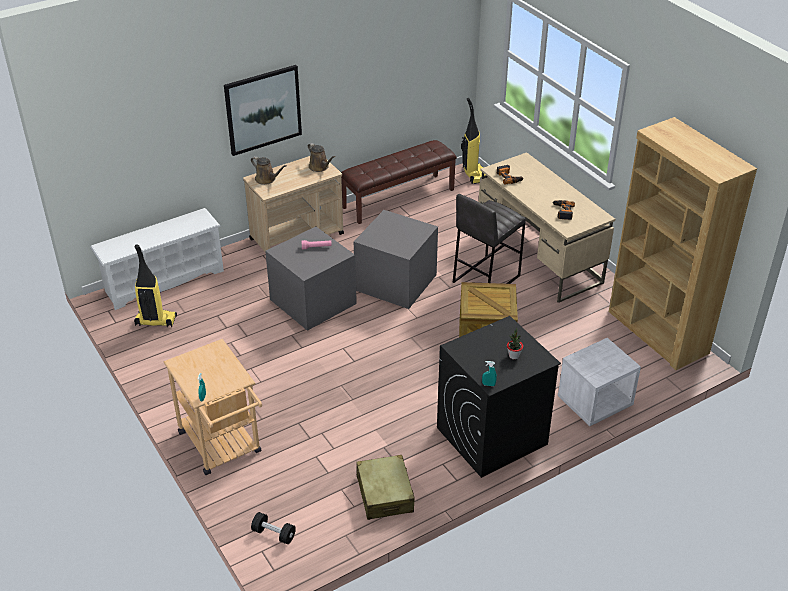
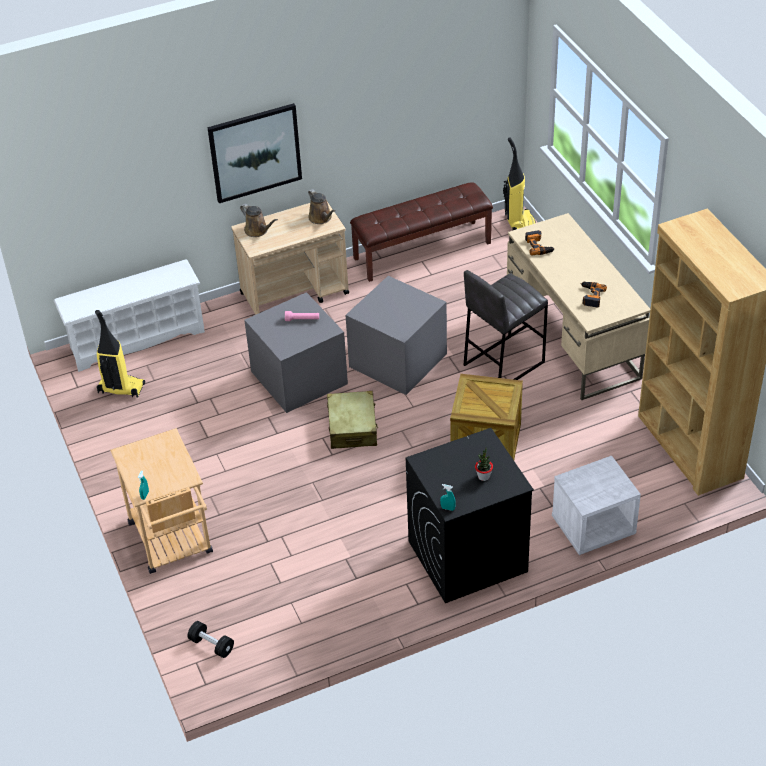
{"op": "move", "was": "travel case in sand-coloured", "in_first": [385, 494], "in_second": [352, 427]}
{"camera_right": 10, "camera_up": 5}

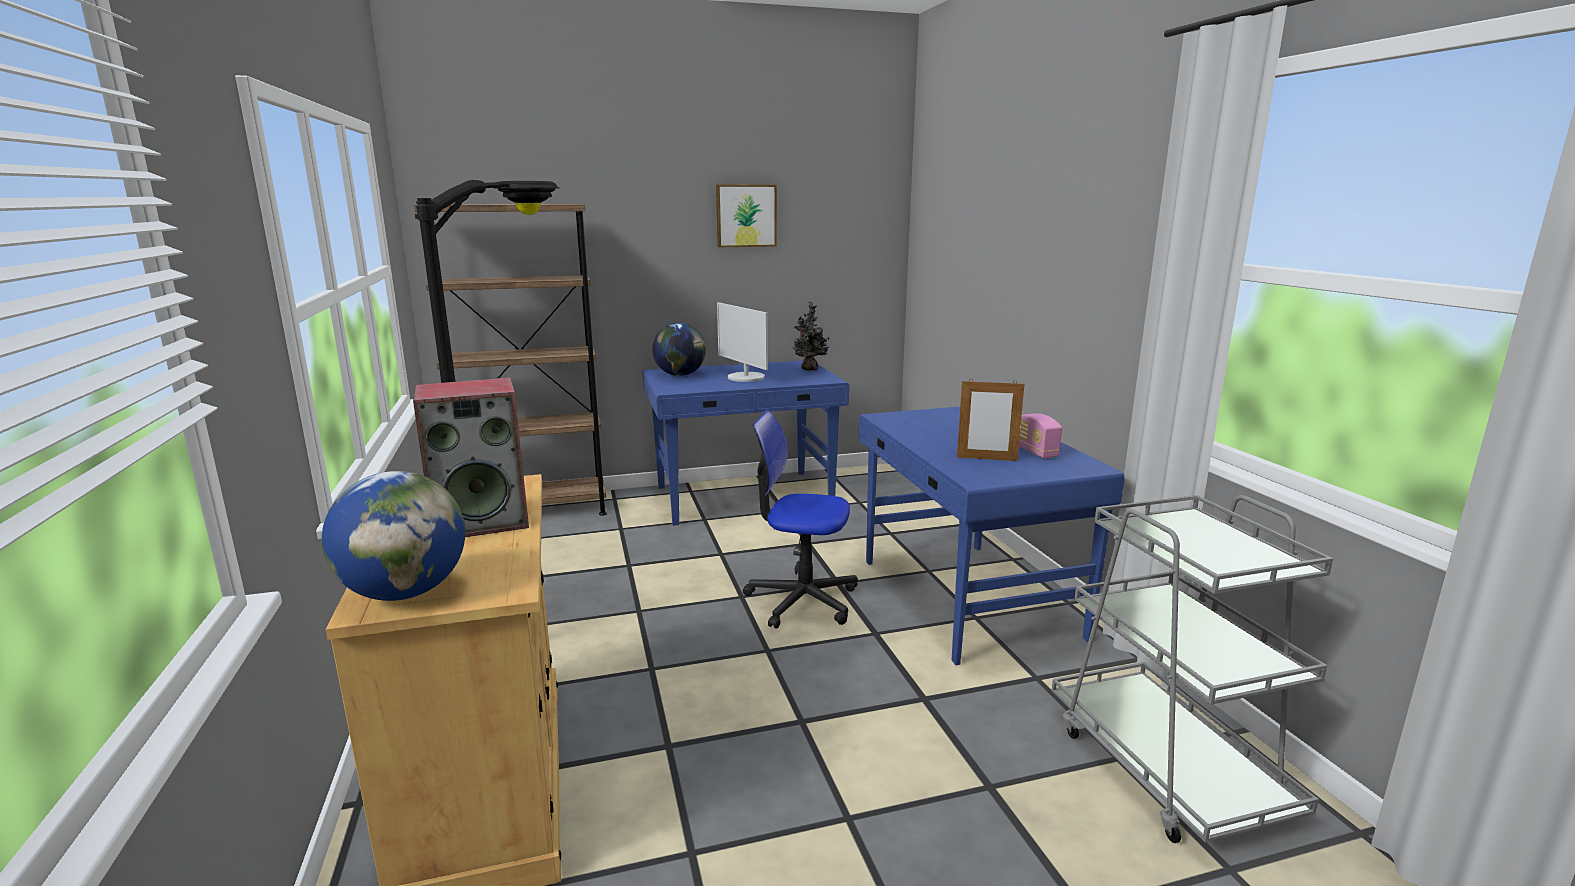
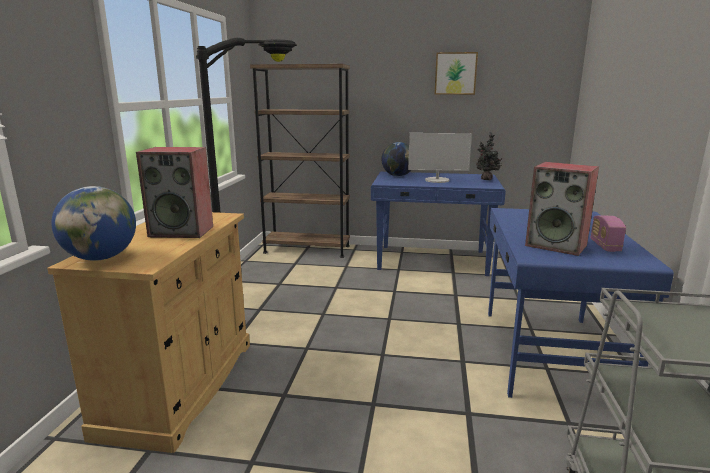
{"op": "rotate", "was": "computer display", "in_first": [745, 377], "in_second": [437, 180], "clockwise": -75}
{"op": "replace", "was": "picture frame", "now": "speaker", "in_first": [986, 459], "in_second": [557, 245]}
{"op": "delete", "was": "desk chair", "in_first": [802, 600]}
{"camera_right": 25, "camera_up": 0}

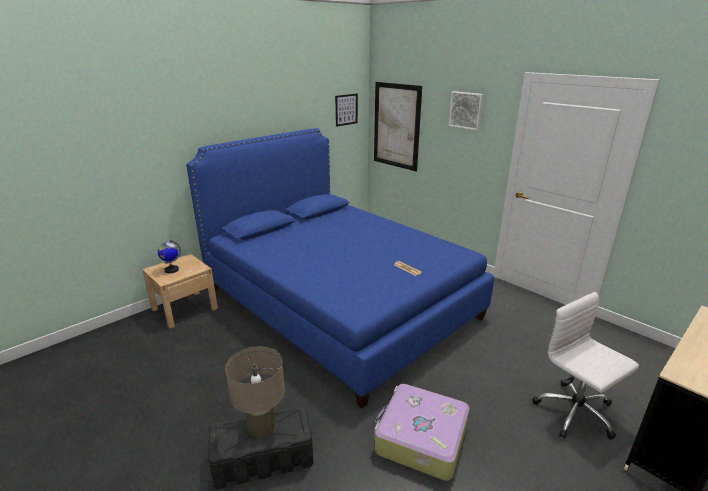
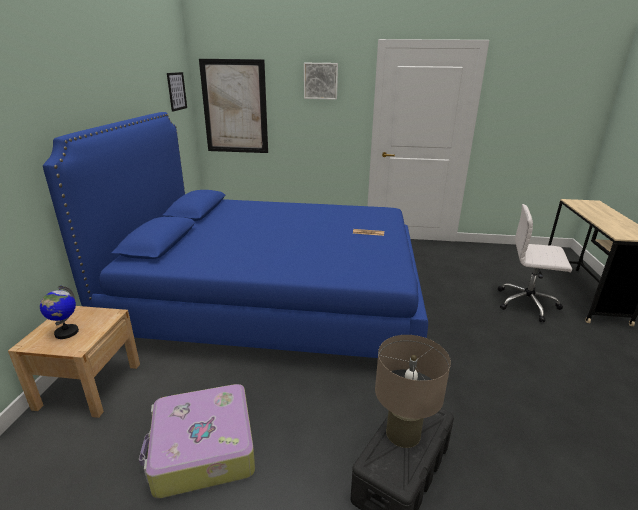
{"op": "move", "was": "travel case", "in_first": [420, 438], "in_second": [202, 449]}
{"camera_right": -40, "camera_up": 0}

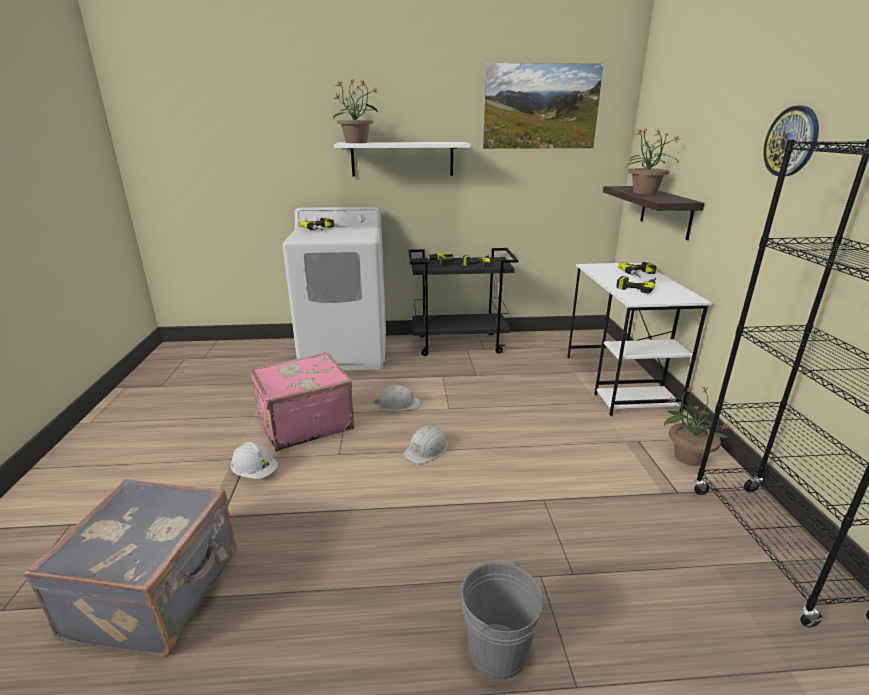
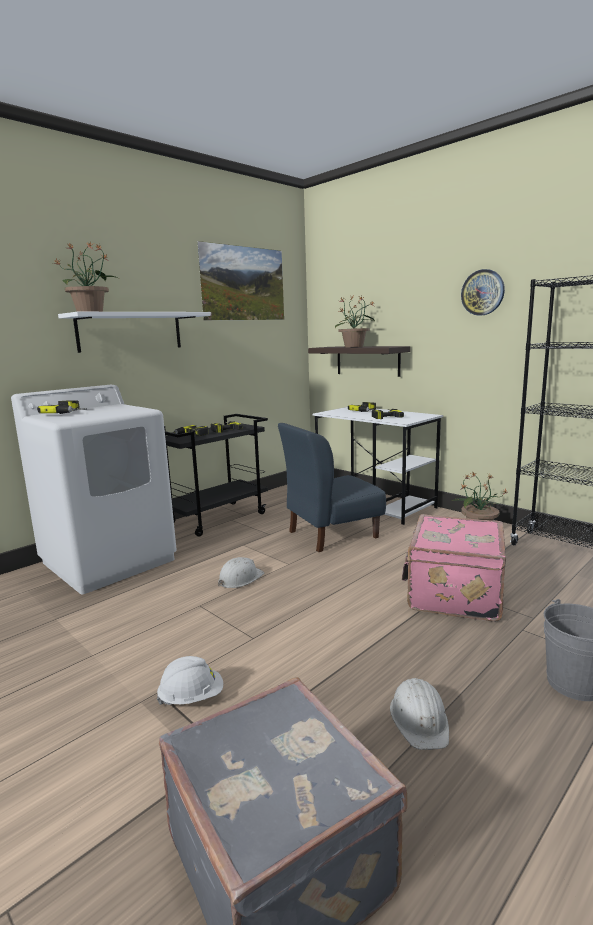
{"op": "move", "was": "travel case in pink-coloured", "in_first": [304, 423], "in_second": [452, 594]}
{"op": "move", "was": "safety helmet in white-coloured", "in_first": [426, 450], "in_second": [420, 719]}
{"op": "insert", "now": "upright chair in blue-coloured", "in_second": [332, 534]}
{"camera_right": -40, "camera_up": -10}

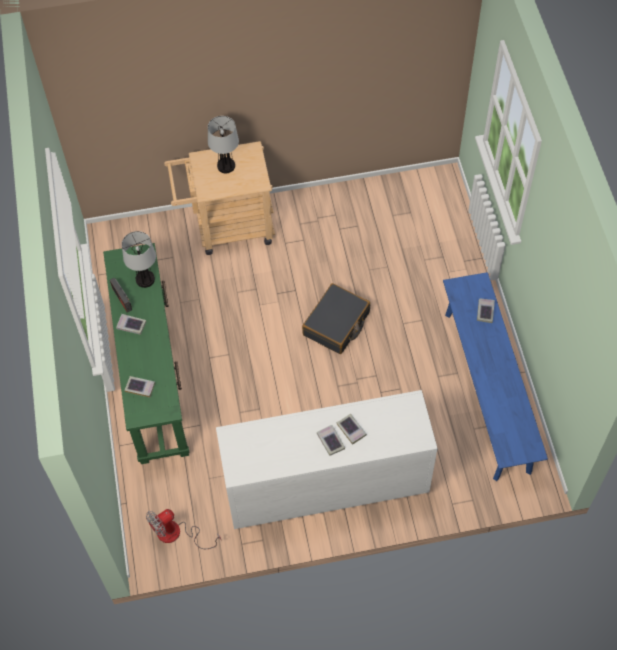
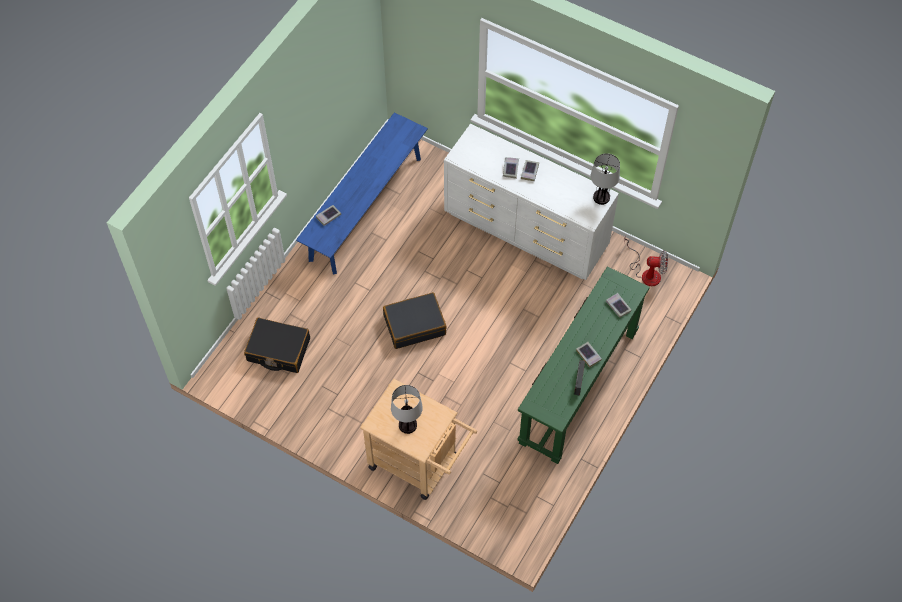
{"op": "move", "was": "table lamp", "in_first": [145, 279], "in_second": [601, 198]}
{"op": "insert", "now": "travel case in blackish", "in_second": [278, 350]}
{"camera_right": -140, "camera_up": 0}

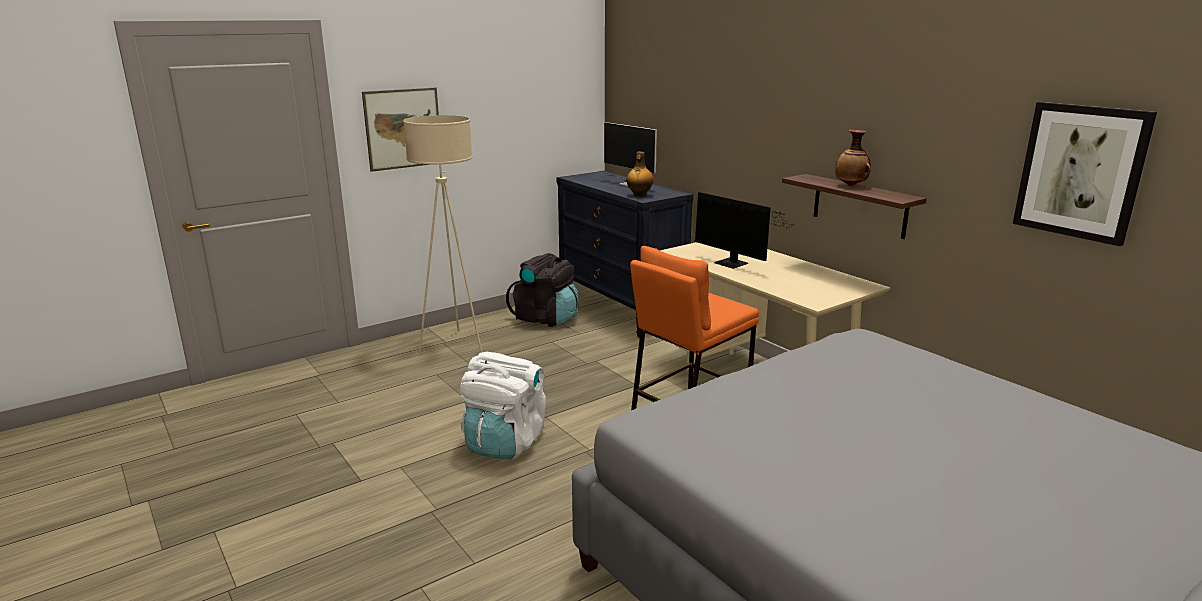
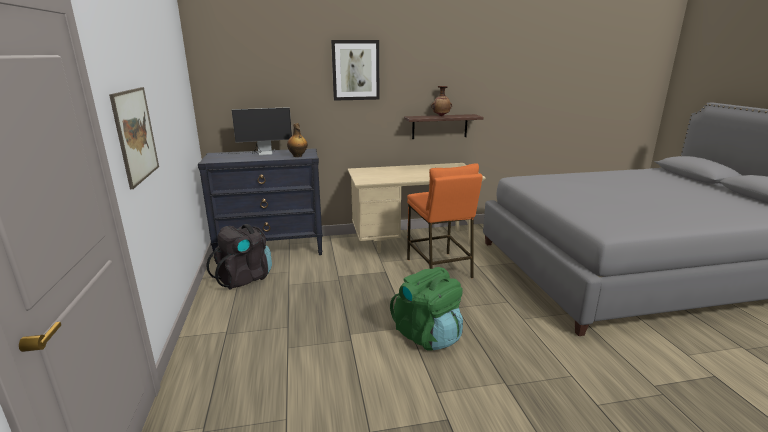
{"op": "move", "was": "wall picture", "in_first": [1080, 171], "in_second": [355, 70]}
{"op": "delete", "was": "floor lamp in sand-coloured", "in_first": [453, 345]}
{"op": "delete", "was": "computer display", "in_first": [734, 264]}
{"op": "recolor", "was": "knapsack in white-coloured", "now": "knapsack in green-coloured", "in_first": [505, 442], "in_second": [427, 335]}
{"camera_right": -65, "camera_up": 0}

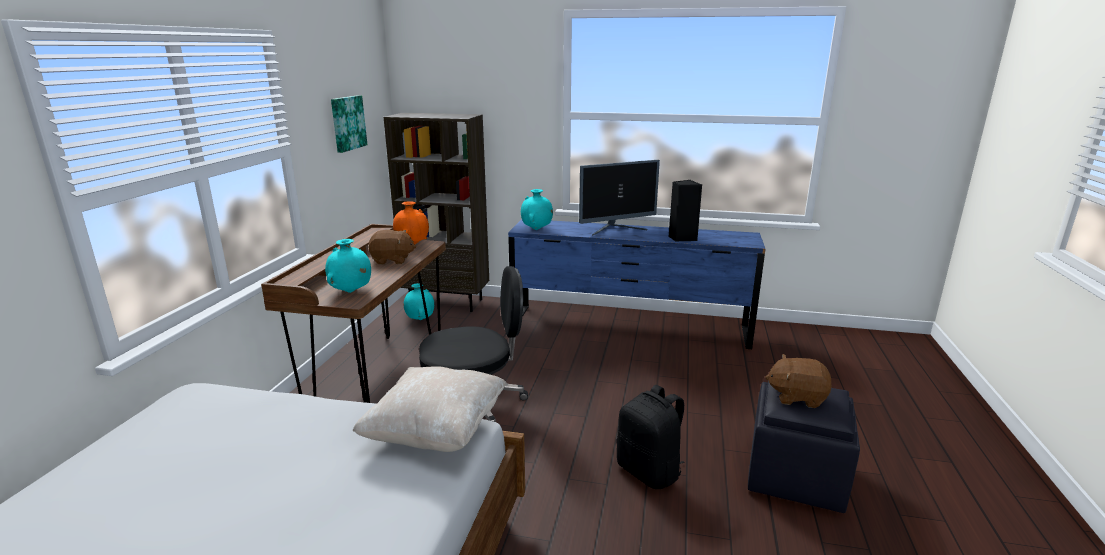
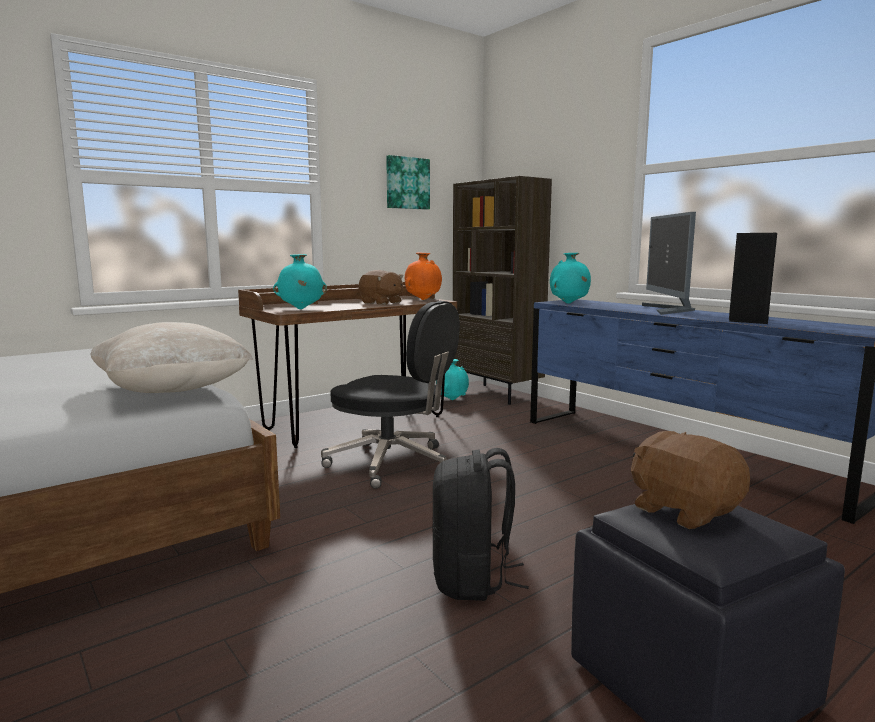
{"op": "rotate", "was": "computer display", "in_first": [616, 229], "in_second": [668, 310], "clockwise": 75}
{"camera_right": 40, "camera_up": -10}

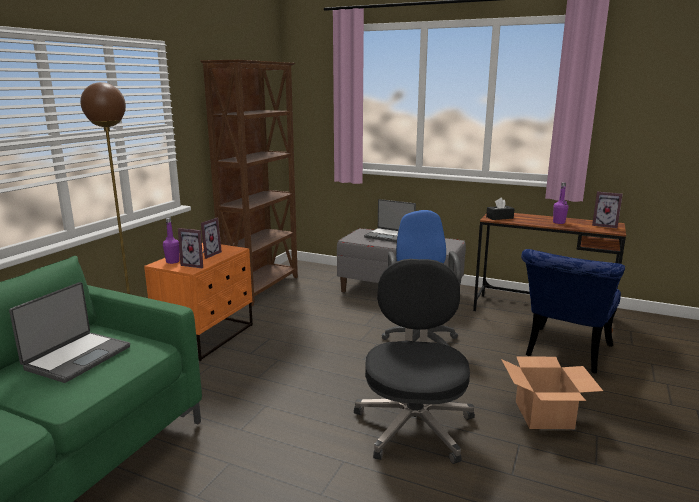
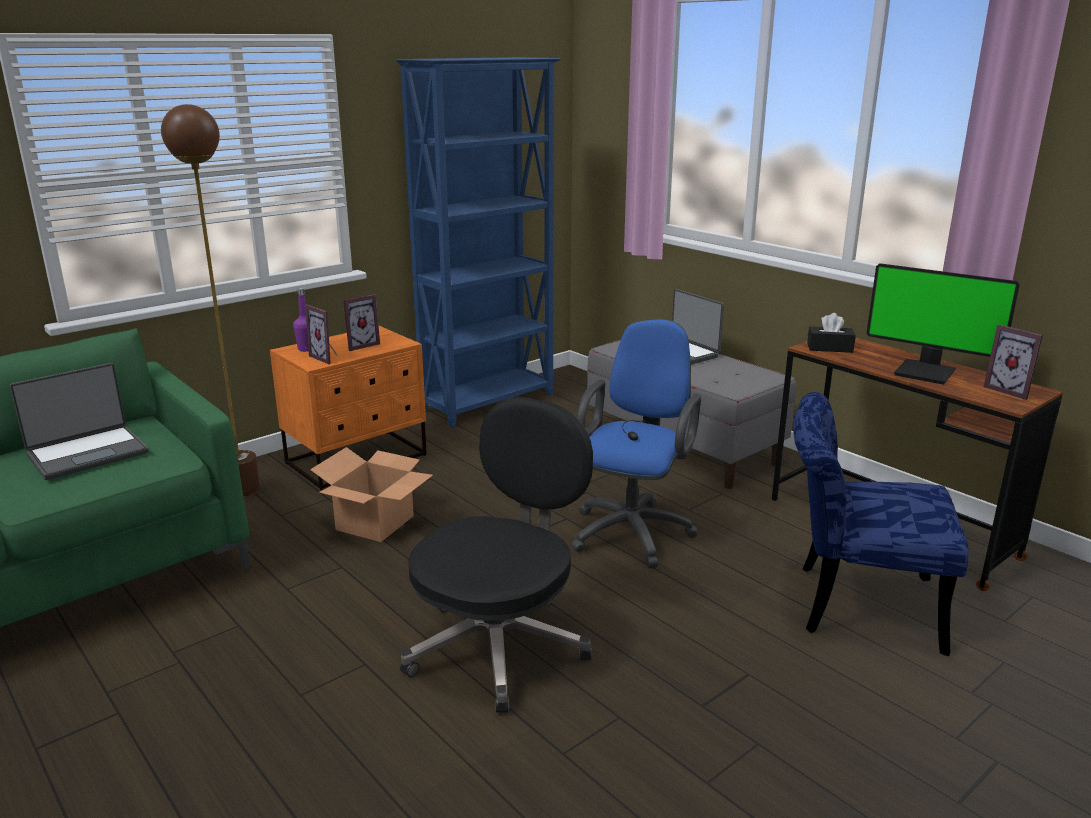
{"op": "recolor", "was": "shelving unit in brown", "now": "shelving unit in blue-coloured", "in_first": [262, 288], "in_second": [490, 403]}
{"op": "replace", "was": "bottle in purple", "now": "computer display", "in_first": [559, 222], "in_second": [926, 372]}
{"op": "rotate", "was": "upright chair in blue-coloured", "in_first": [564, 353], "in_second": [853, 604], "clockwise": 45}
{"op": "move", "was": "cardboard box", "in_first": [543, 414], "in_second": [375, 522]}
{"camera_right": 25, "camera_up": 5}

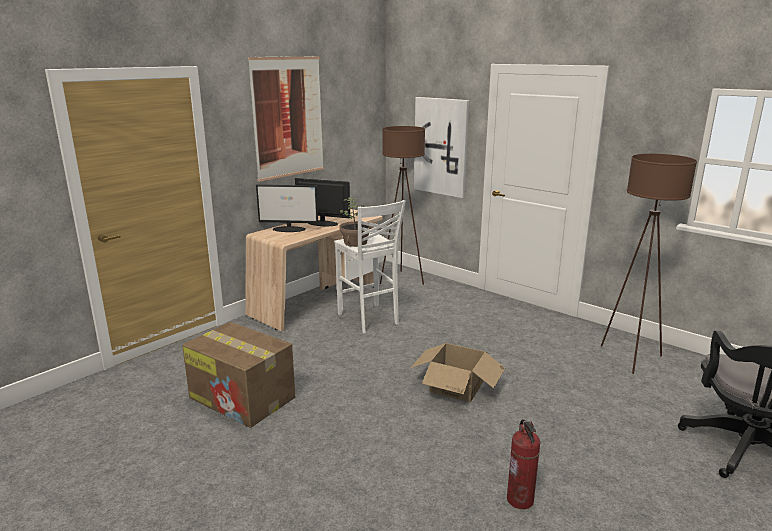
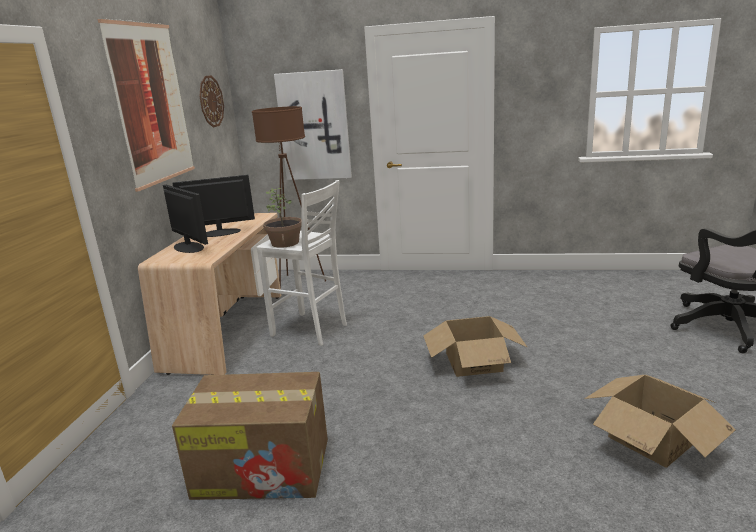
{"op": "delete", "was": "floor lamp in brown", "in_first": [630, 357]}
{"op": "rotate", "was": "computer display", "in_first": [289, 229], "in_second": [188, 247], "clockwise": -105}
{"op": "replace", "was": "fire-fighting cylinder", "now": "cardboard box", "in_first": [520, 500], "in_second": [653, 439]}
{"op": "insert", "now": "clock on the wall", "in_second": [211, 101]}
{"camera_right": -30, "camera_up": 0}

